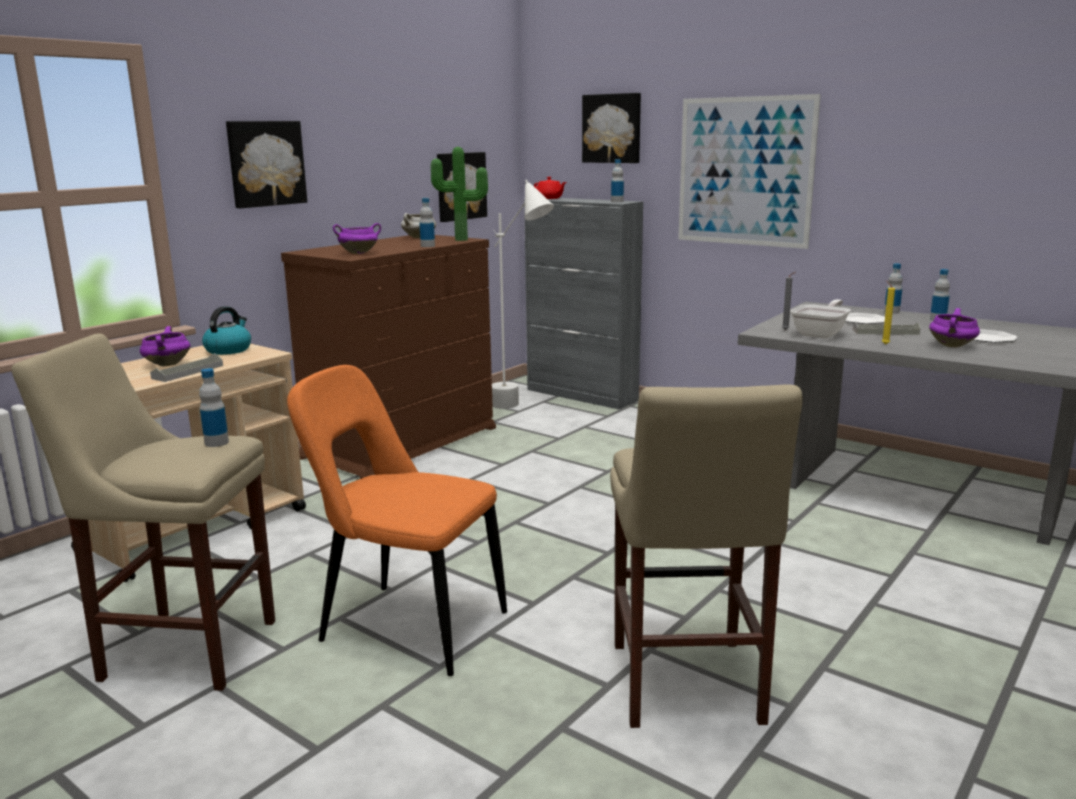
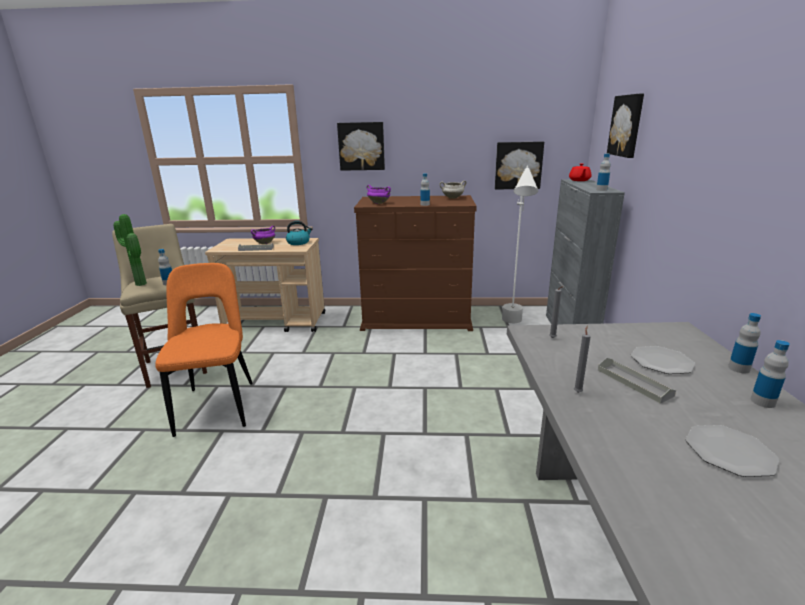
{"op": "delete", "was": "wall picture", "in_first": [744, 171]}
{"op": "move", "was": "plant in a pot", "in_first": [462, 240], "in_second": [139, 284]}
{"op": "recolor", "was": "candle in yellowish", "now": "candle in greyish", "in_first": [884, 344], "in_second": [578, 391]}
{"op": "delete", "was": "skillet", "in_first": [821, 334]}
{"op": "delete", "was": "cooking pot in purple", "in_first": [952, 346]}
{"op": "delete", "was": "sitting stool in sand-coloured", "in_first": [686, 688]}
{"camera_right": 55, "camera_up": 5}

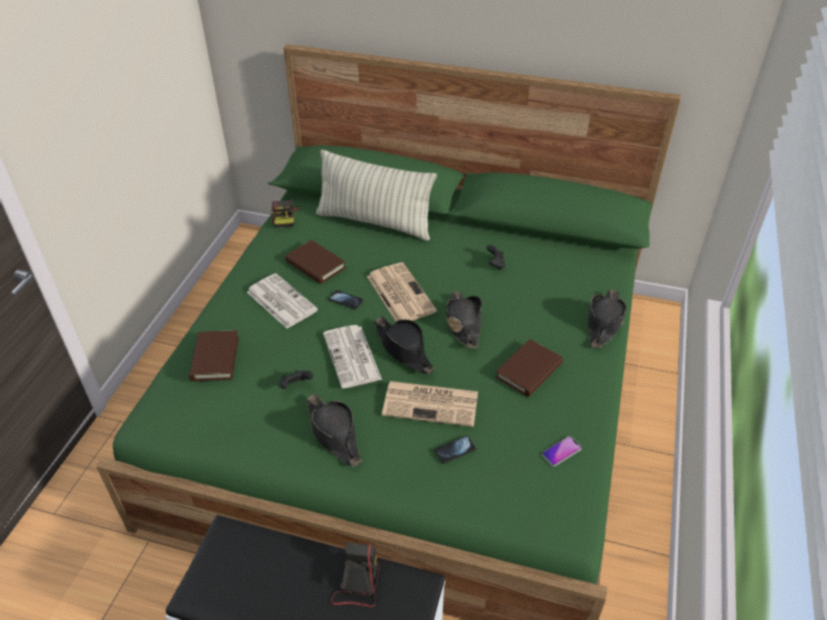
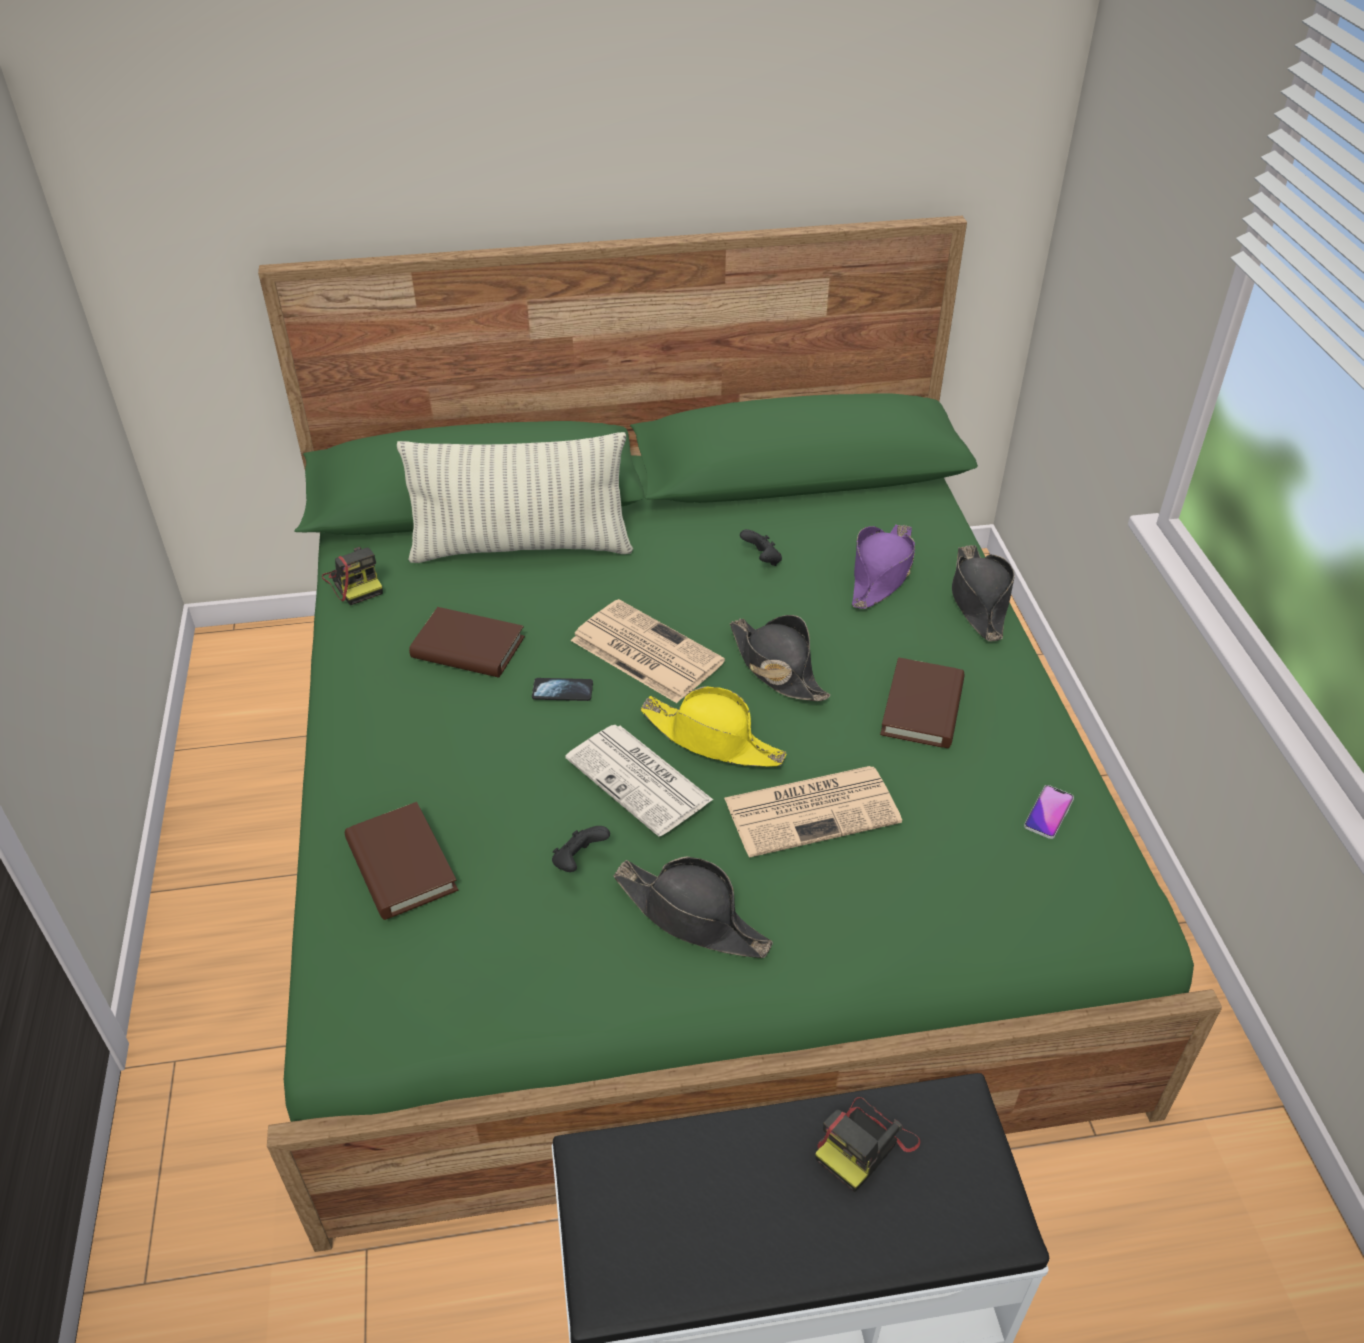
{"op": "delete", "was": "newspaper", "in_first": [280, 301]}
{"op": "recolor", "was": "hat in blackish", "now": "hat in yellowish", "in_first": [403, 349], "in_second": [713, 739]}
{"op": "delete", "was": "telephone", "in_first": [455, 450]}
{"op": "rotate", "was": "still camera", "in_first": [357, 584], "in_second": [864, 1145], "clockwise": -120}
{"op": "insert", "now": "hat in purple", "in_second": [881, 574]}
{"camera_right": -25, "camera_up": 0}

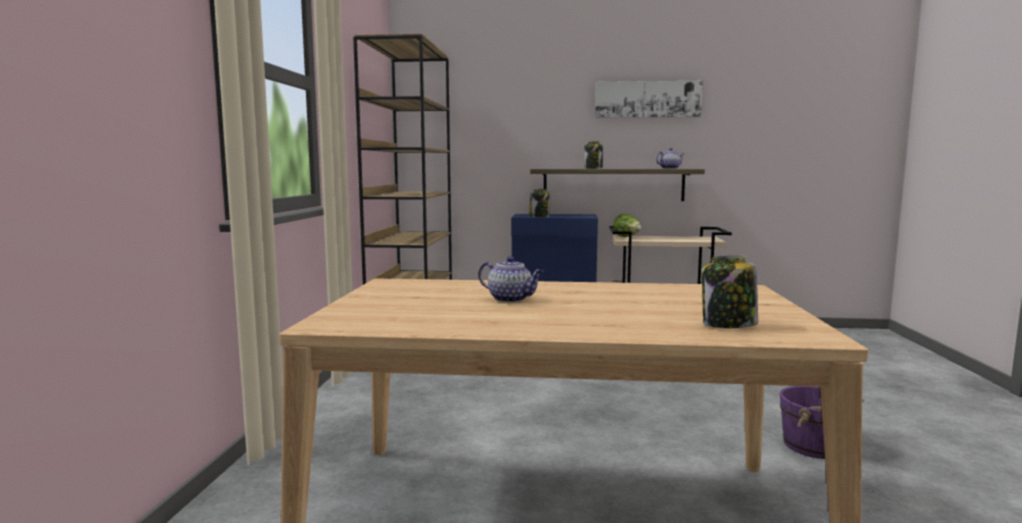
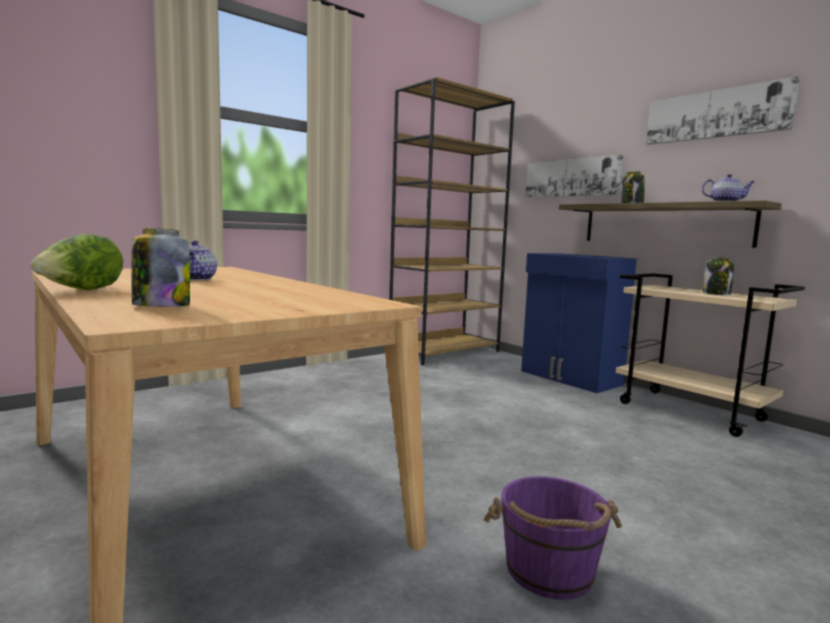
{"op": "move", "was": "storage jar", "in_first": [539, 216], "in_second": [716, 293]}
{"op": "move", "was": "lettuce head", "in_first": [627, 237], "in_second": [81, 291]}
{"op": "insert", "now": "wall picture", "in_second": [571, 178]}
{"camera_right": 45, "camera_up": 0}

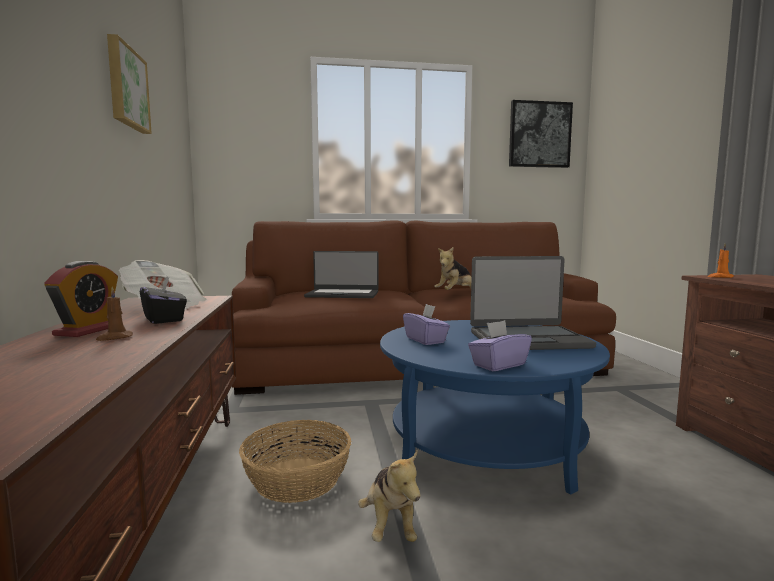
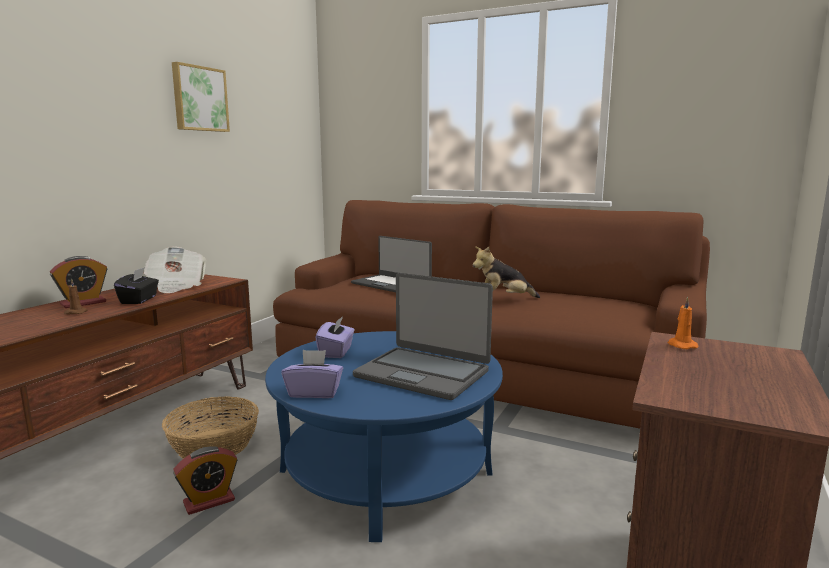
{"op": "delete", "was": "wall picture", "in_first": [539, 135]}
{"op": "replace", "was": "soft toy", "now": "table clock", "in_first": [390, 525], "in_second": [209, 501]}
{"camera_right": 35, "camera_up": 5}

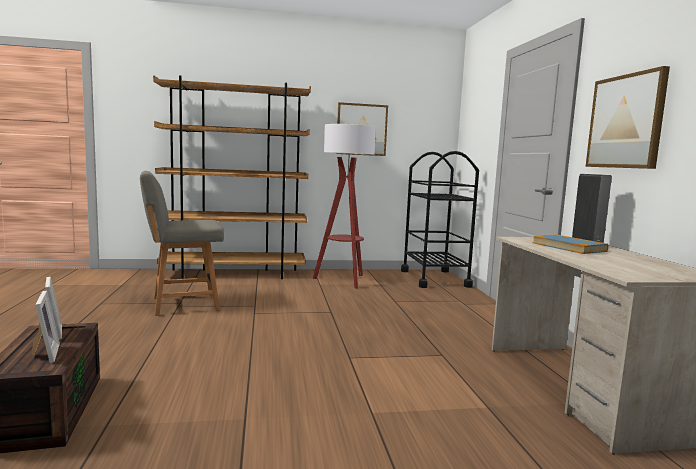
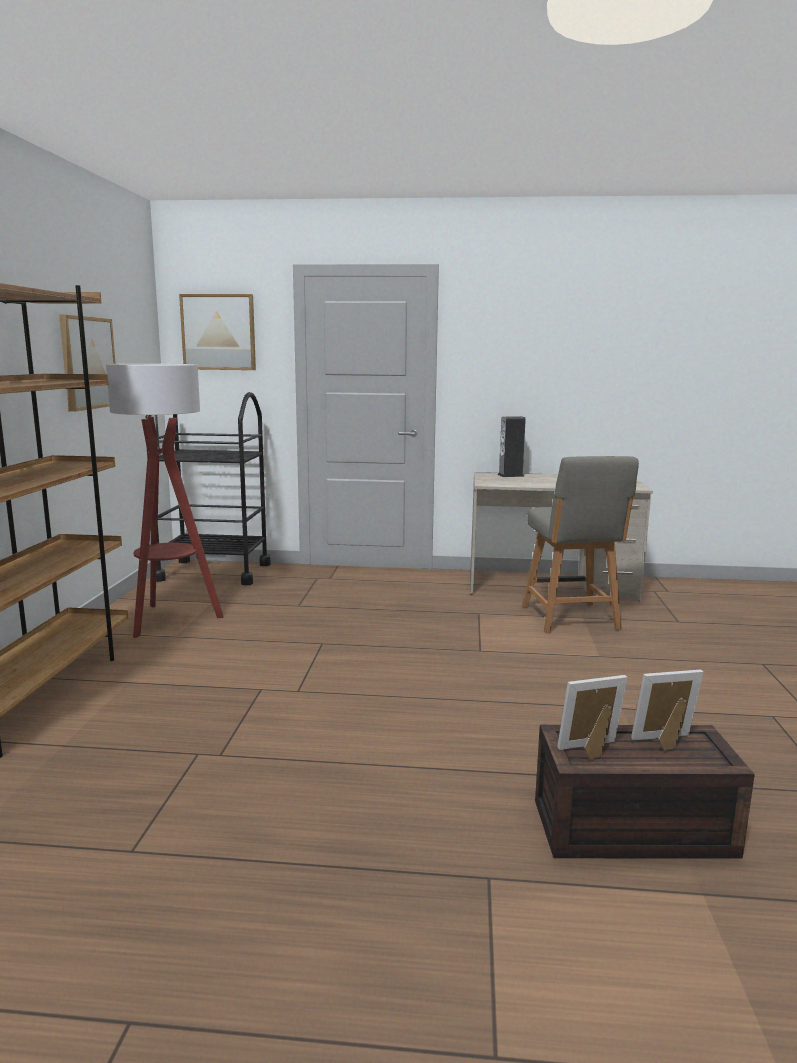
{"op": "move", "was": "wall picture", "in_first": [626, 122], "in_second": [218, 332]}
{"op": "move", "was": "upright chair in greyish", "in_first": [182, 304], "in_second": [571, 619]}
{"op": "delete", "was": "bound book", "in_first": [568, 247]}
{"camera_right": -75, "camera_up": 5}

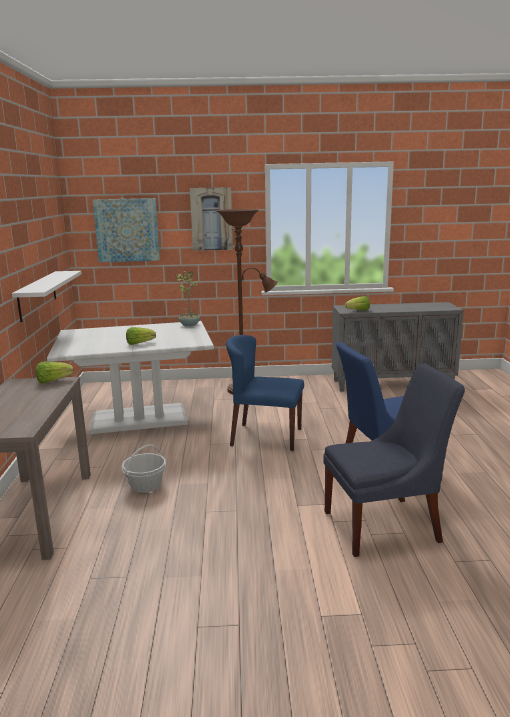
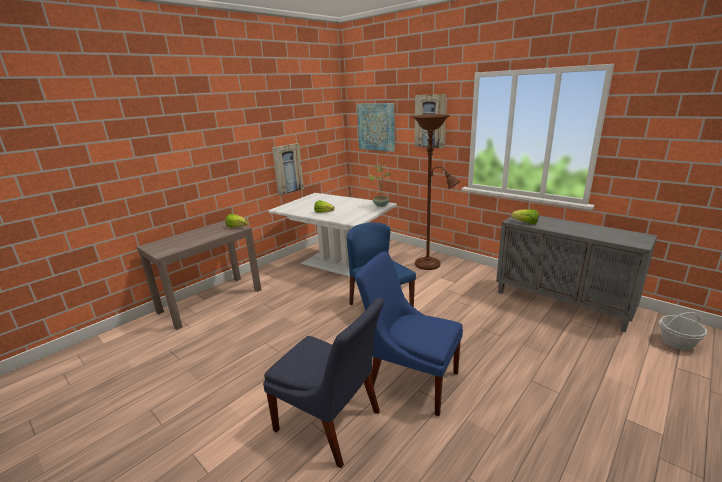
{"op": "replace", "was": "bracket shelf in white-coloured", "now": "wall picture", "in_first": [37, 295], "in_second": [287, 169]}
{"op": "move", "was": "storage basket", "in_first": [145, 485], "in_second": [677, 342]}
{"camera_right": 45, "camera_up": 5}

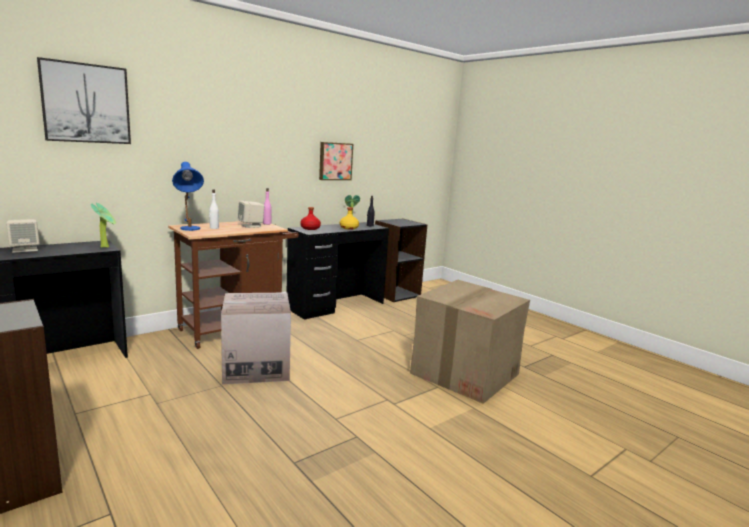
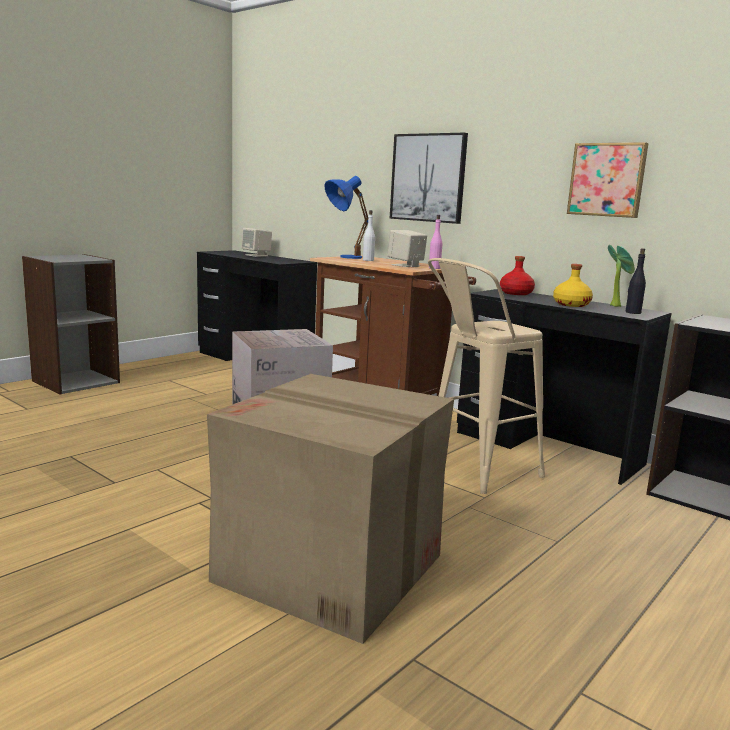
{"op": "move", "was": "wall picture", "in_first": [86, 103], "in_second": [428, 178]}
{"op": "delete", "was": "plant in a pot", "in_first": [106, 246]}
{"op": "insert", "now": "sitting stool in sand-coloured", "in_second": [473, 472]}
{"camera_right": 80, "camera_up": 0}

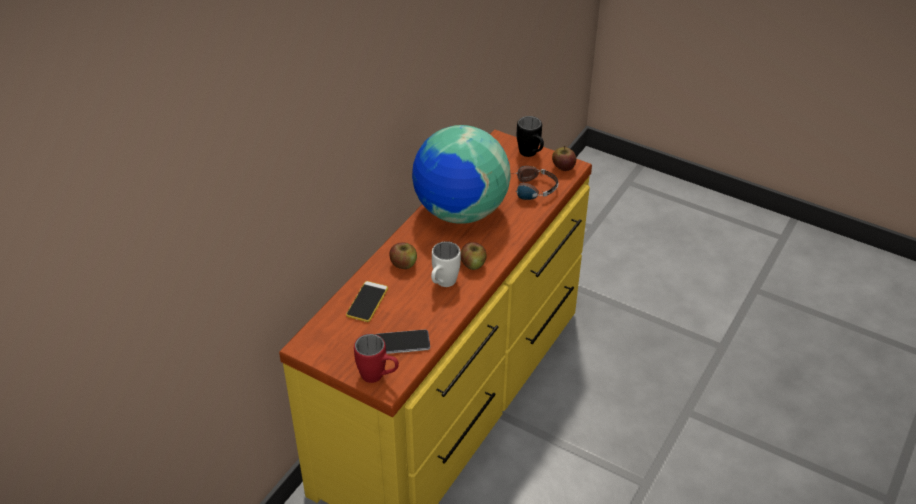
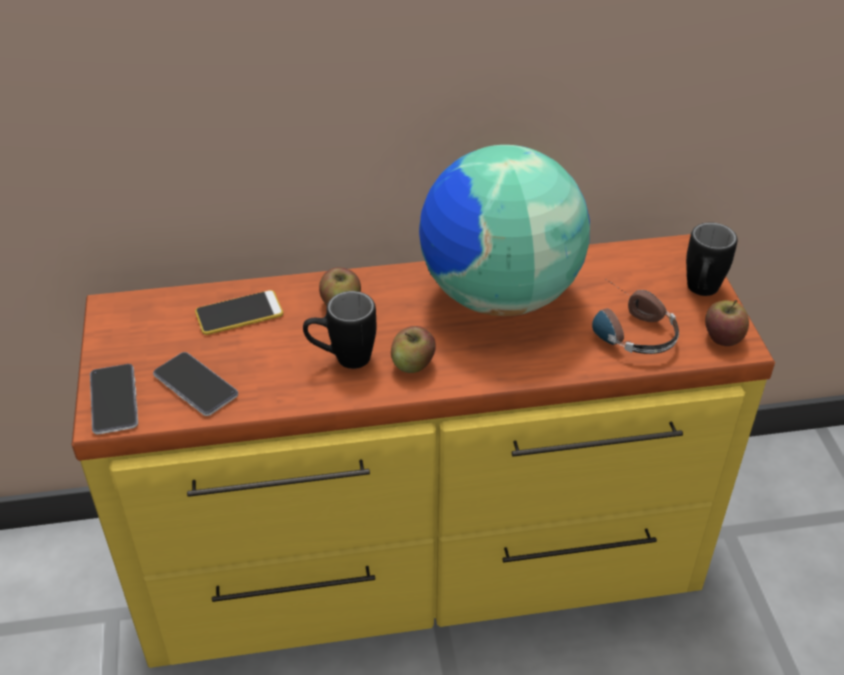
{"op": "recolor", "was": "tea mug in white-coloured", "now": "tea mug in blackish", "in_first": [443, 284], "in_second": [342, 359]}
{"op": "replace", "was": "tea mug in red-coloured", "now": "telephone", "in_first": [378, 377], "in_second": [114, 400]}
{"camera_right": 50, "camera_up": 0}

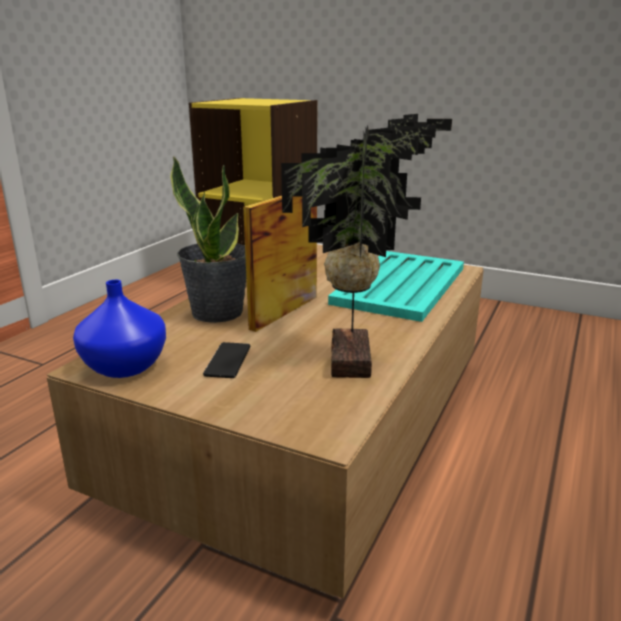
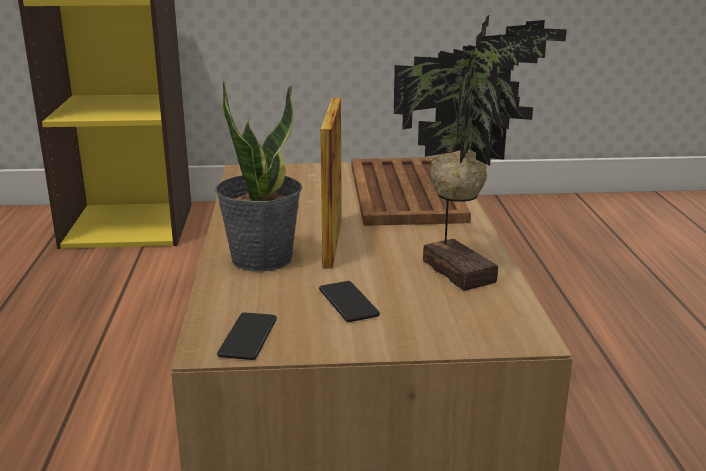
{"op": "recolor", "was": "tray in turquoise", "now": "tray in brown", "in_first": [399, 286], "in_second": [405, 193]}
{"op": "replace", "was": "flower vase in blue-coloured", "now": "telephone", "in_first": [123, 366], "in_second": [248, 337]}
{"camera_right": -30, "camera_up": 0}

